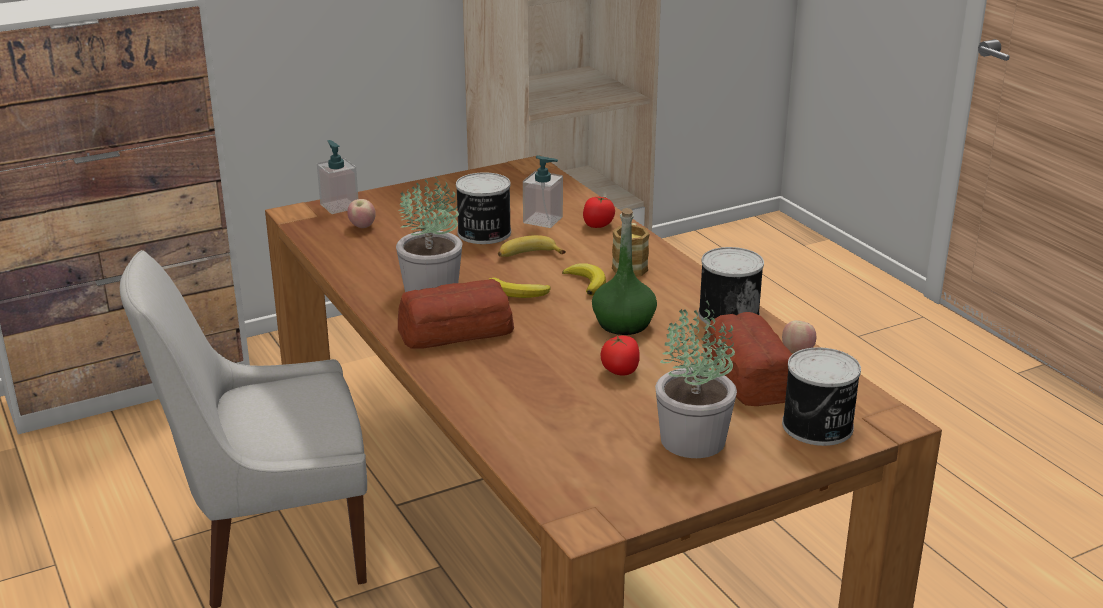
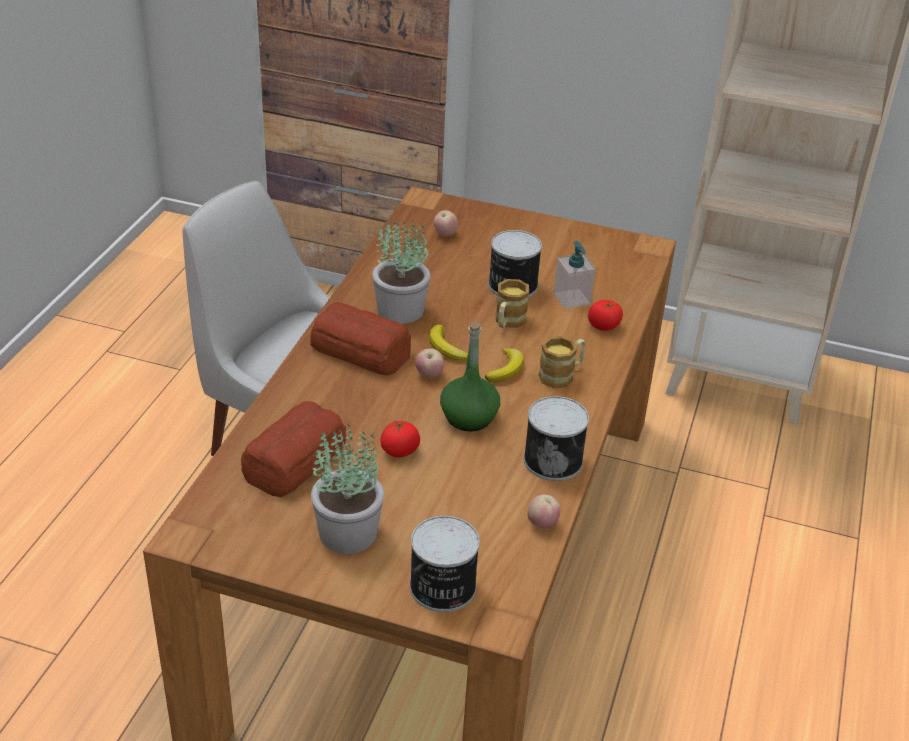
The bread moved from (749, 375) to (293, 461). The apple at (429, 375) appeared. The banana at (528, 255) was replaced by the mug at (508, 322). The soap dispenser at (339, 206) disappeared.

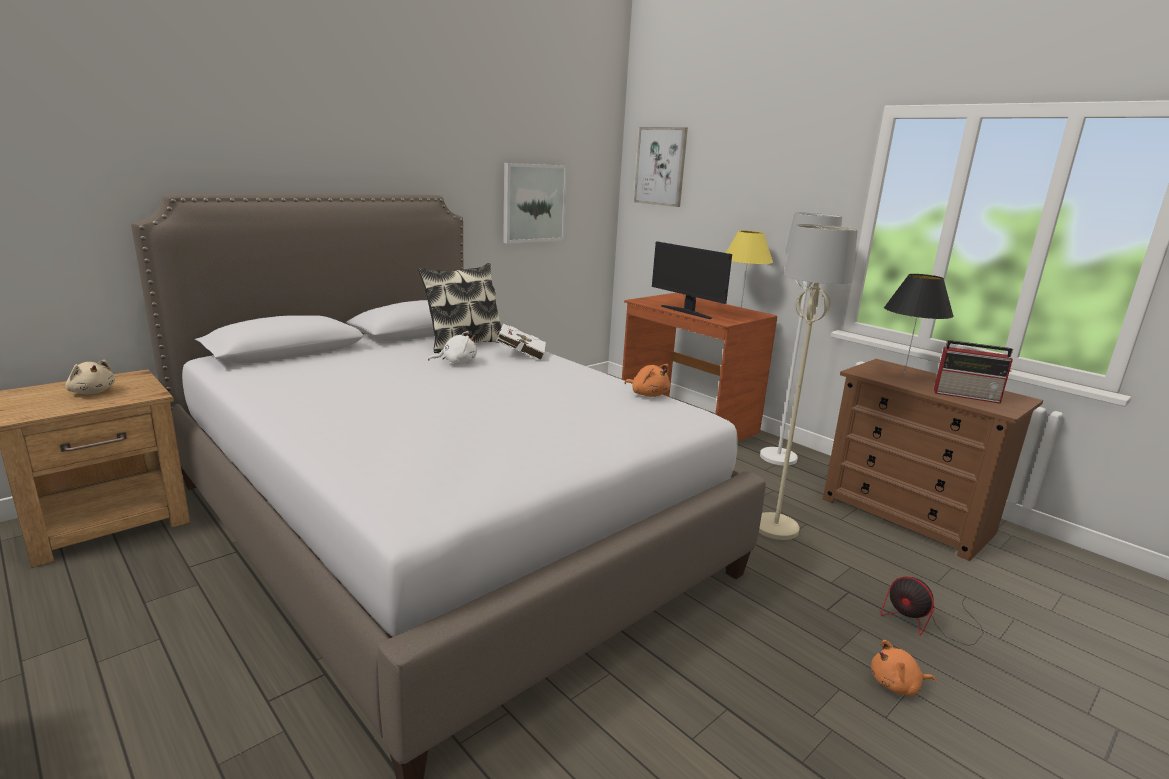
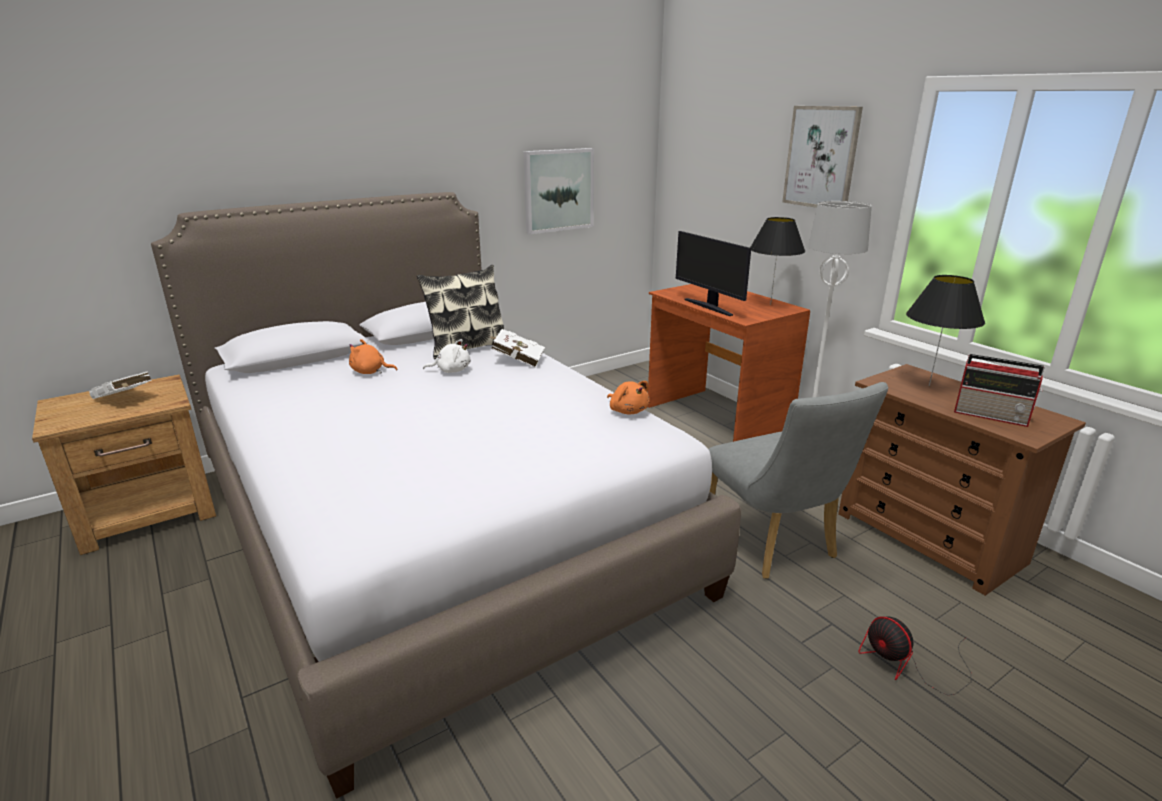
The beige plush toy at (92, 392) was replaced by the white book at (125, 400). The orange plush toy moved from (897, 685) to (370, 372). The beige floor lamp at (775, 528) was replaced by the grey chair at (775, 545). The yellow table lamp at (740, 311) became the black table lamp at (770, 304). The picture moved from (661, 166) to (821, 157).

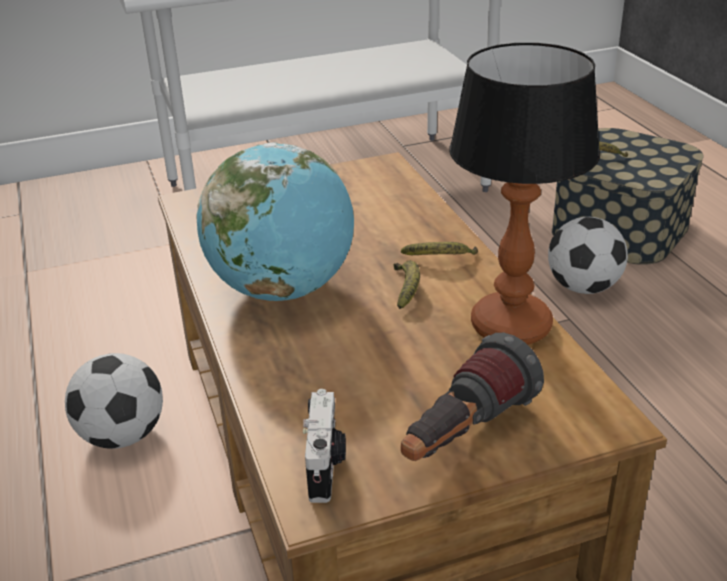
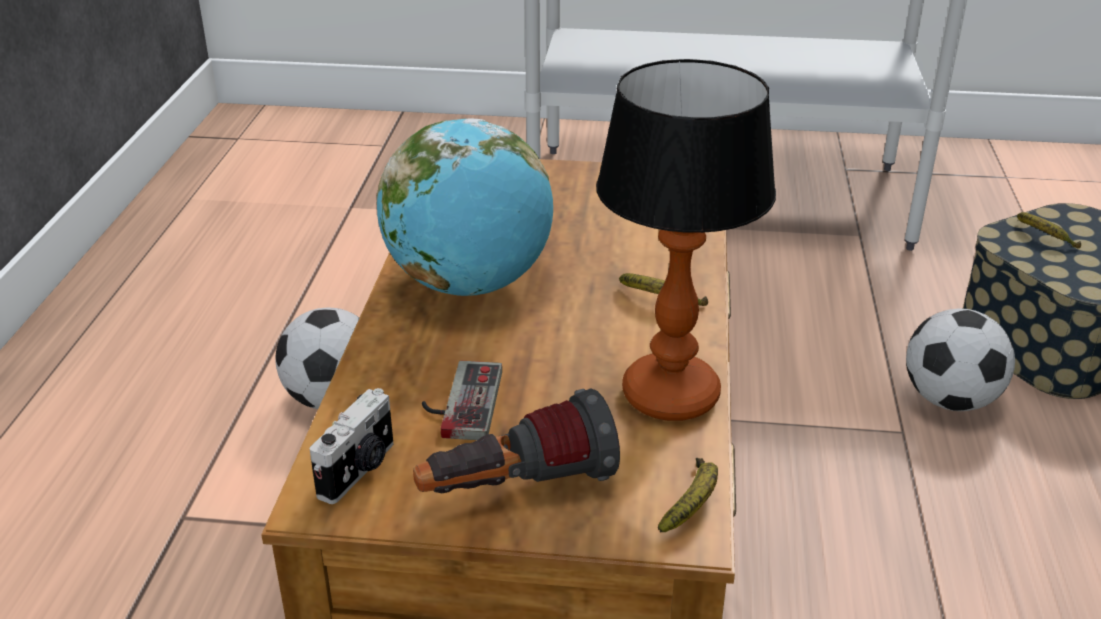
The game controller at (459, 402) appeared. The banana moved from (406, 289) to (692, 503).

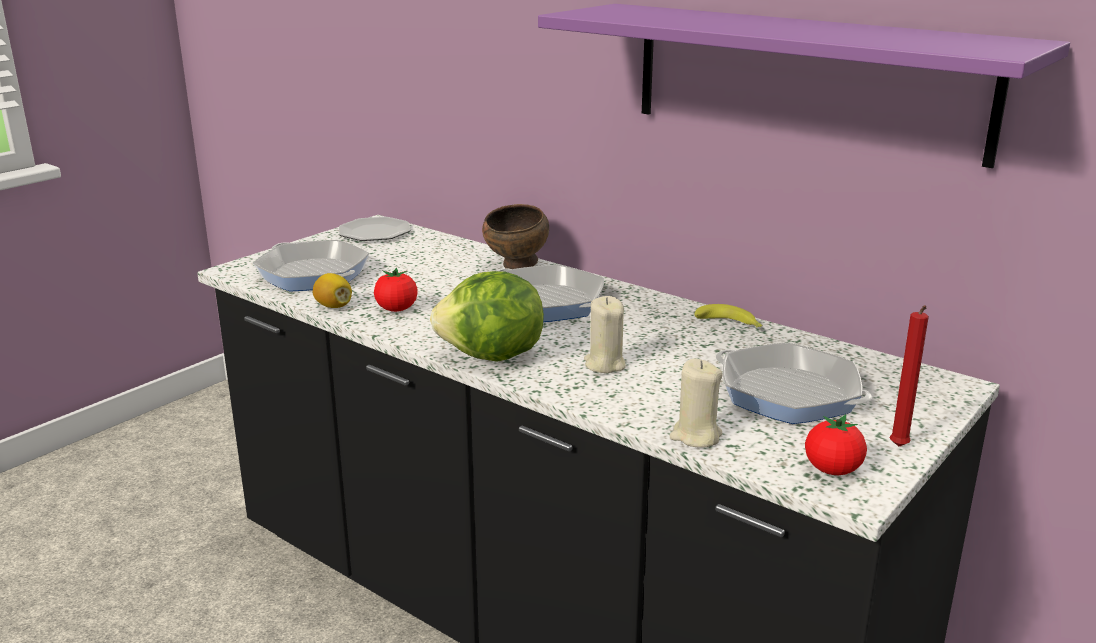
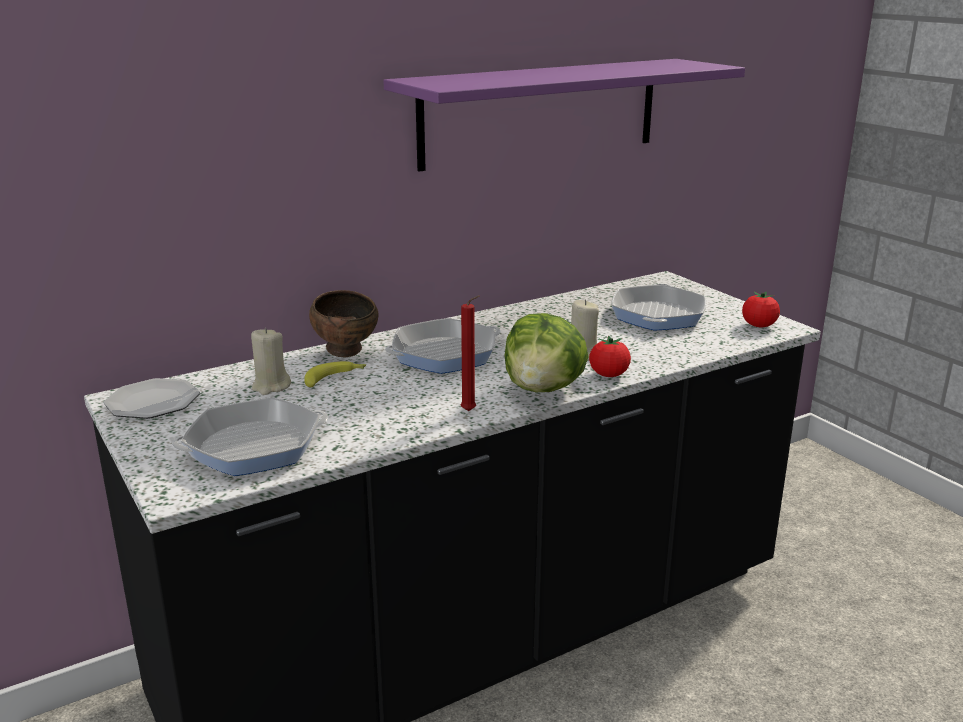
The beige candle moved from (695, 436) to (271, 386). The banana moved from (730, 324) to (335, 379). The red candle moved from (898, 448) to (470, 412). The tomato moved from (396, 309) to (608, 375). The frying pan at (788, 394) turned 45 degrees counterclockwise. The lemon at (334, 306) disappeared.

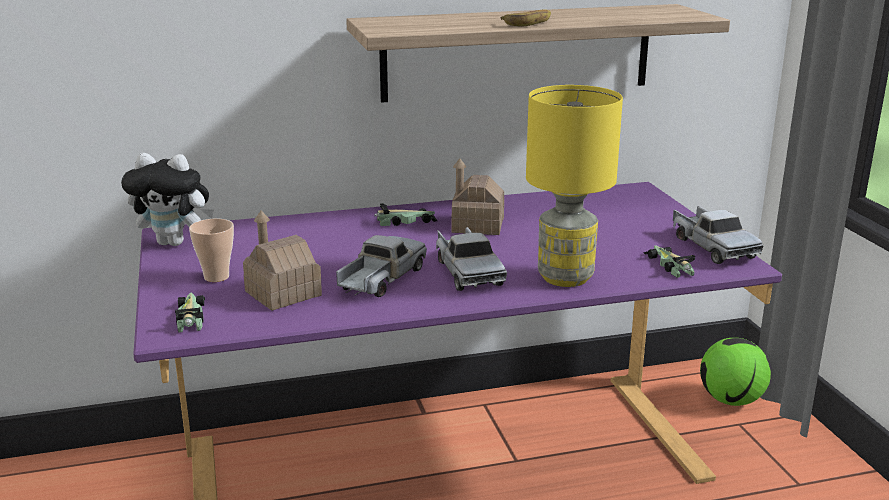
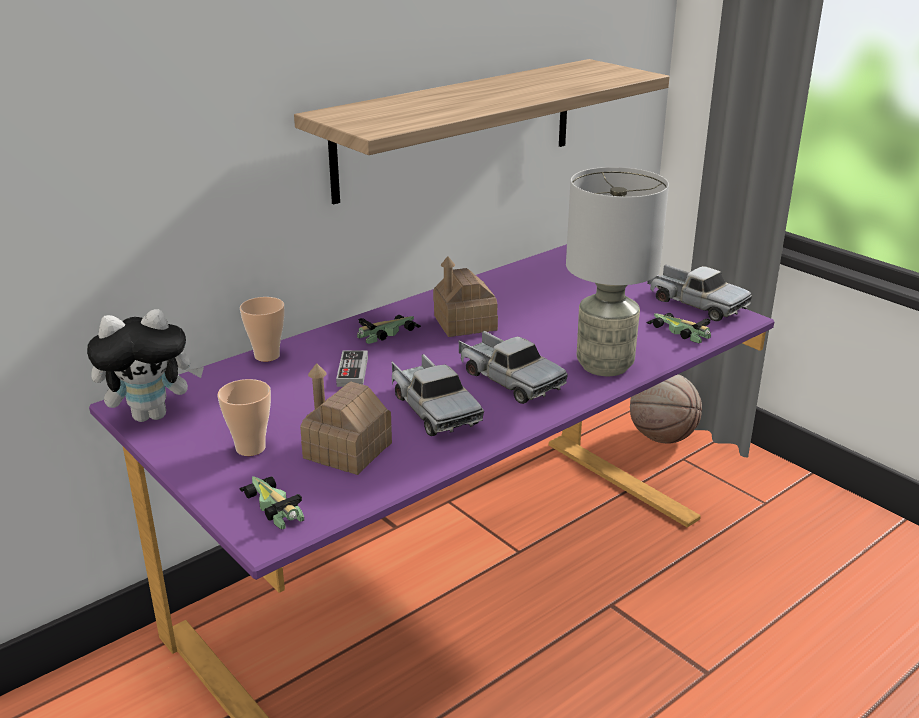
The cup at (267, 356) appeared. The game controller at (352, 372) appeared. The toy truck at (381, 279) turned 150 degrees clockwise. The yellow table lamp at (566, 277) became the grey table lamp at (605, 365). The football at (731, 400) was replaced by the basketball at (662, 437). The banana at (529, 23) disappeared.

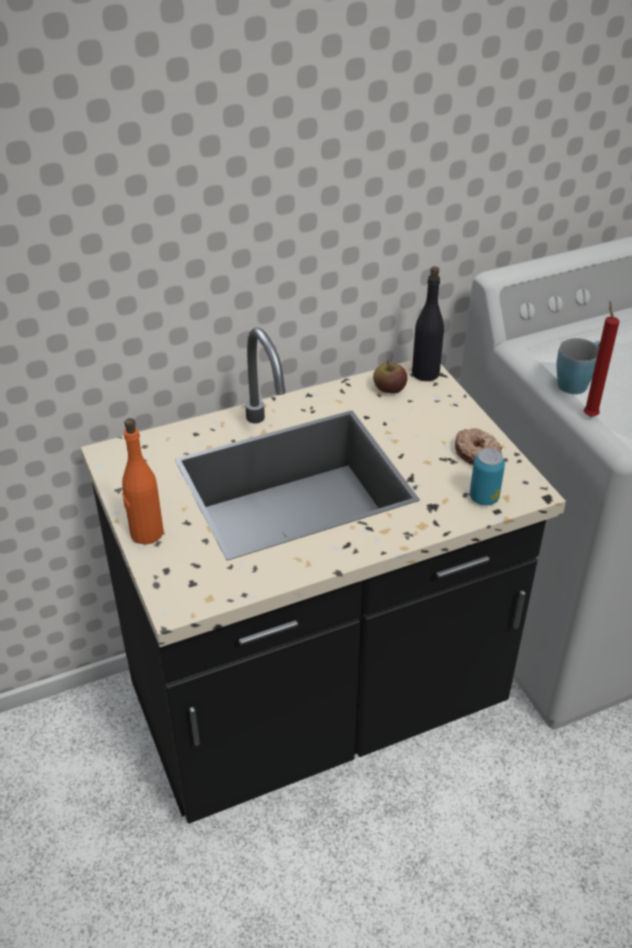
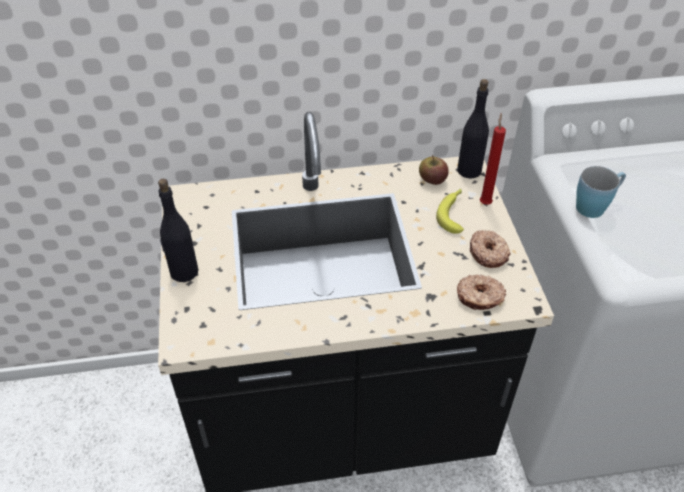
The orange bottle at (146, 533) became the black bottle at (183, 272). The banana at (453, 213) appeared. The can at (484, 498) was replaced by the donut at (479, 297). The red candle moved from (589, 414) to (485, 202).

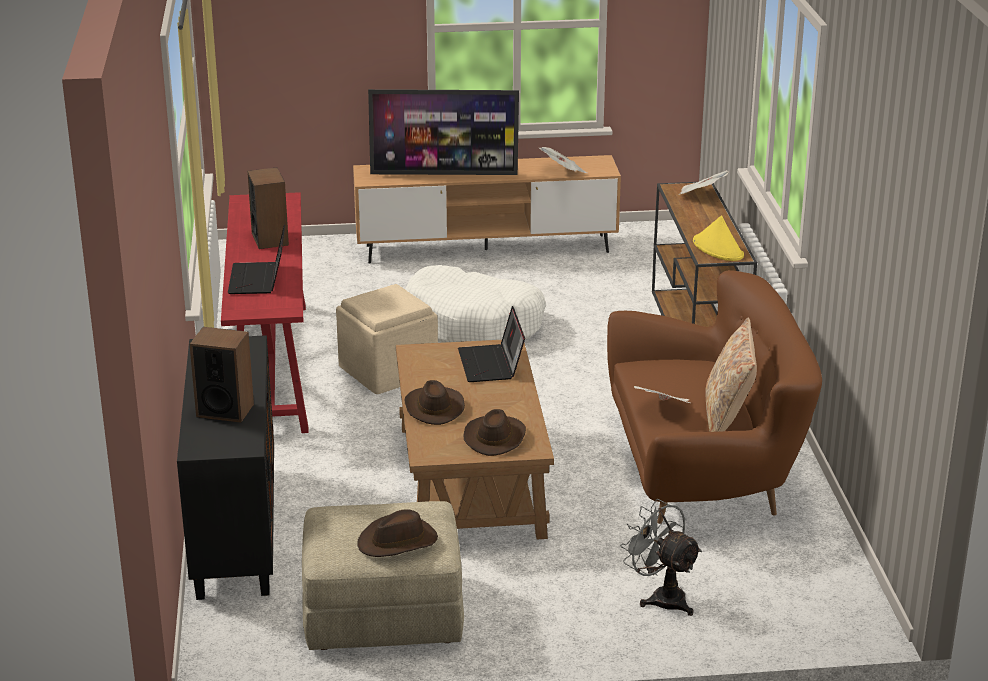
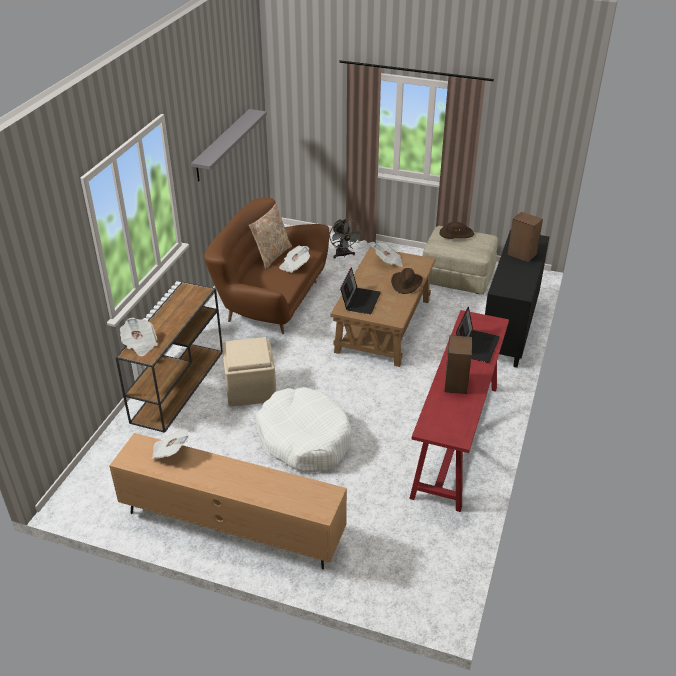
The grey shelf at (222, 145) appeared. The beige ottoman moved from (389, 371) to (250, 389). The brown hat at (495, 437) was replaced by the newspaper at (388, 261). The television at (444, 174) disappeared. The yellow hat at (718, 249) disappeared.

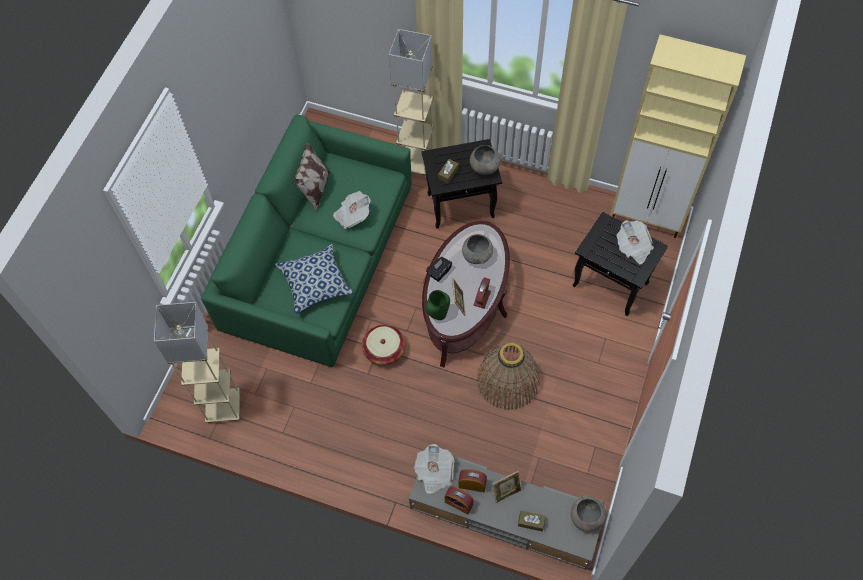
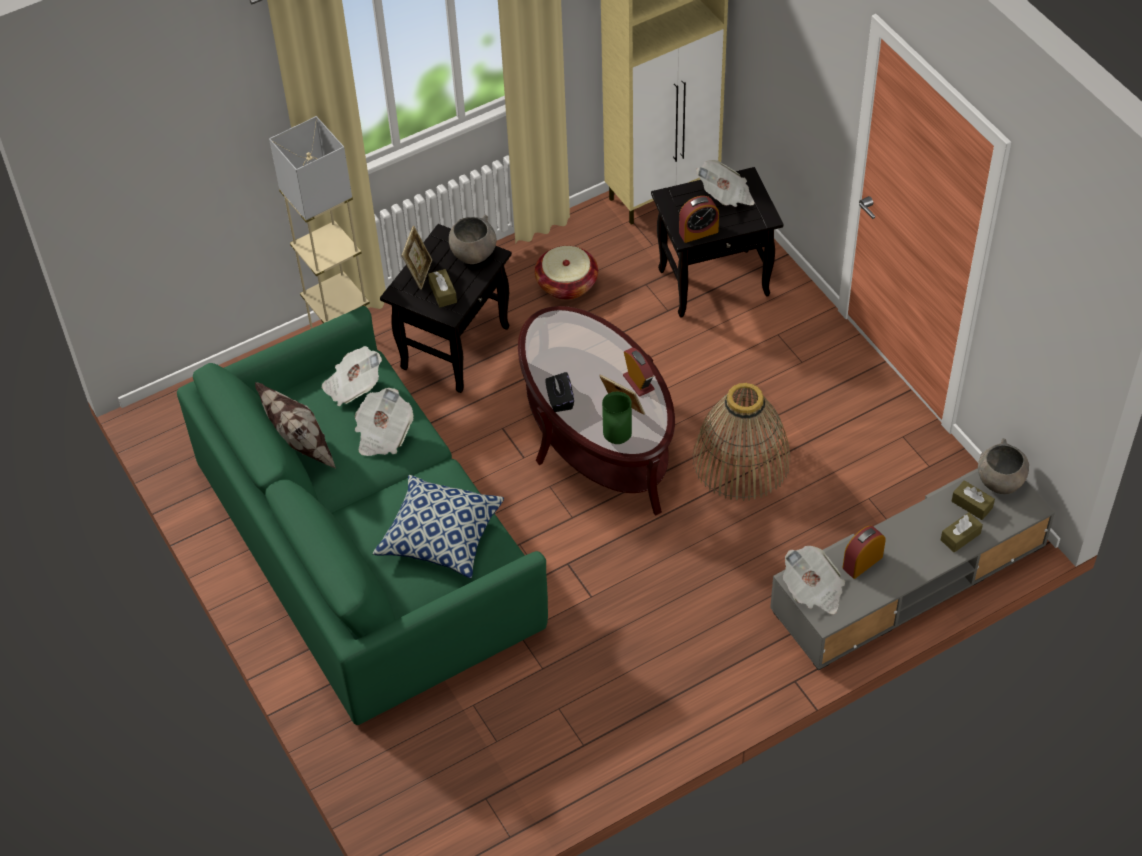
The newspaper at (353, 386) appeared. The picture frame moved from (506, 492) to (419, 273). The basket moved from (384, 350) to (567, 284). The alarm clock moved from (458, 503) to (698, 232). The brown tissue box at (972, 504) appeared. The beige floor lamp at (223, 407) disappeared. The grey bowl at (477, 256) disappeared.

